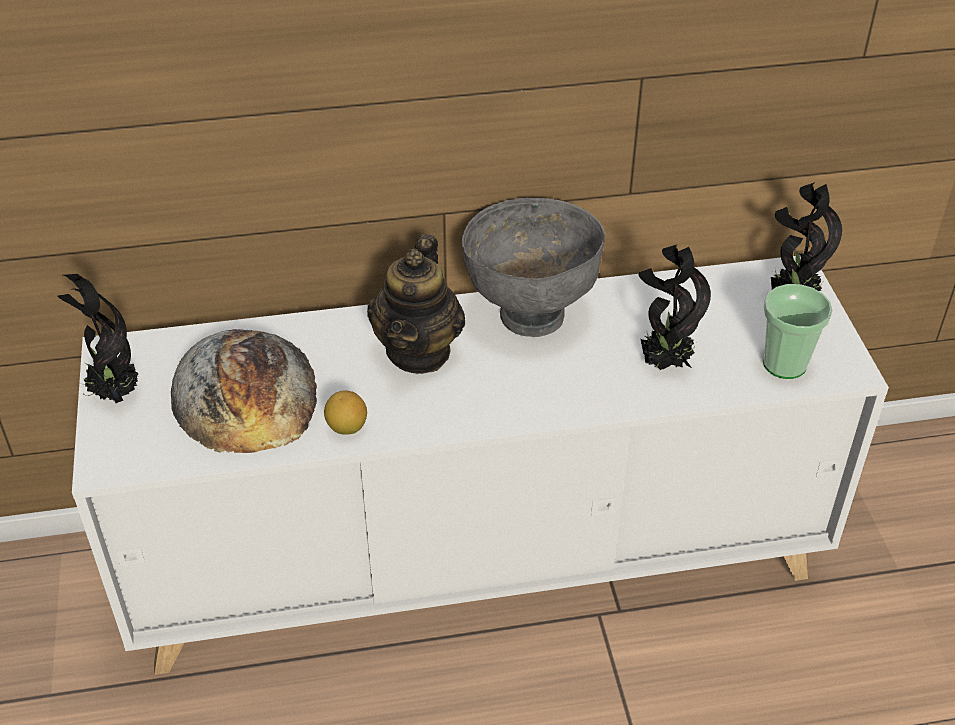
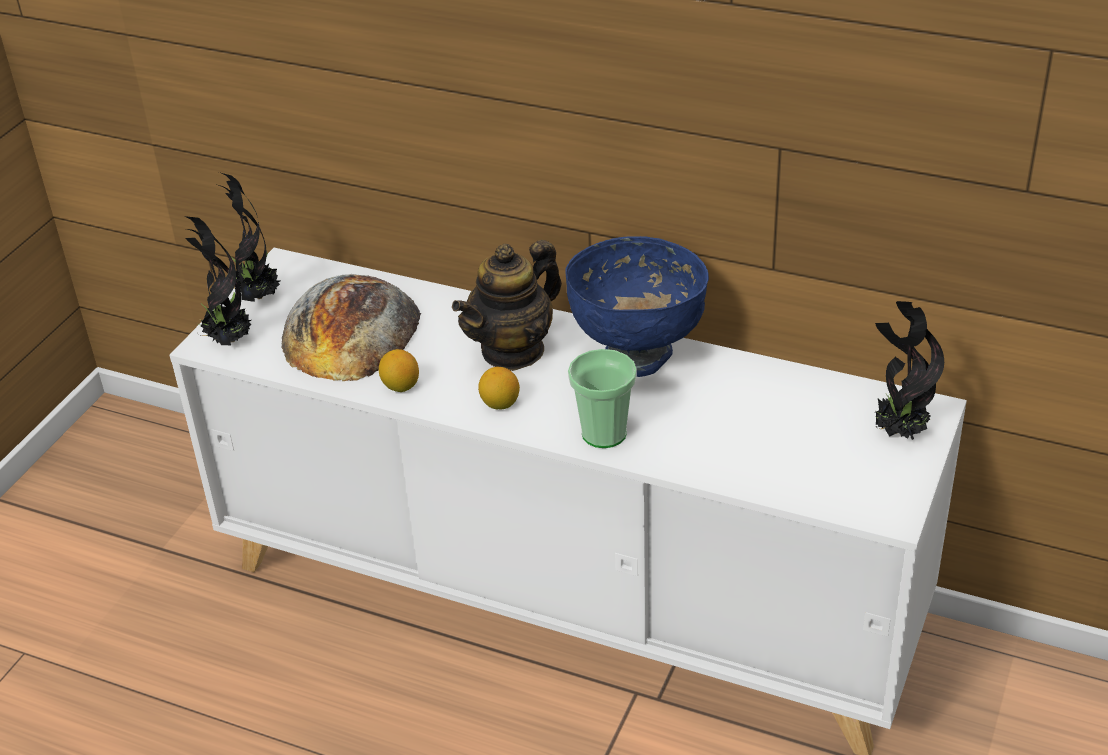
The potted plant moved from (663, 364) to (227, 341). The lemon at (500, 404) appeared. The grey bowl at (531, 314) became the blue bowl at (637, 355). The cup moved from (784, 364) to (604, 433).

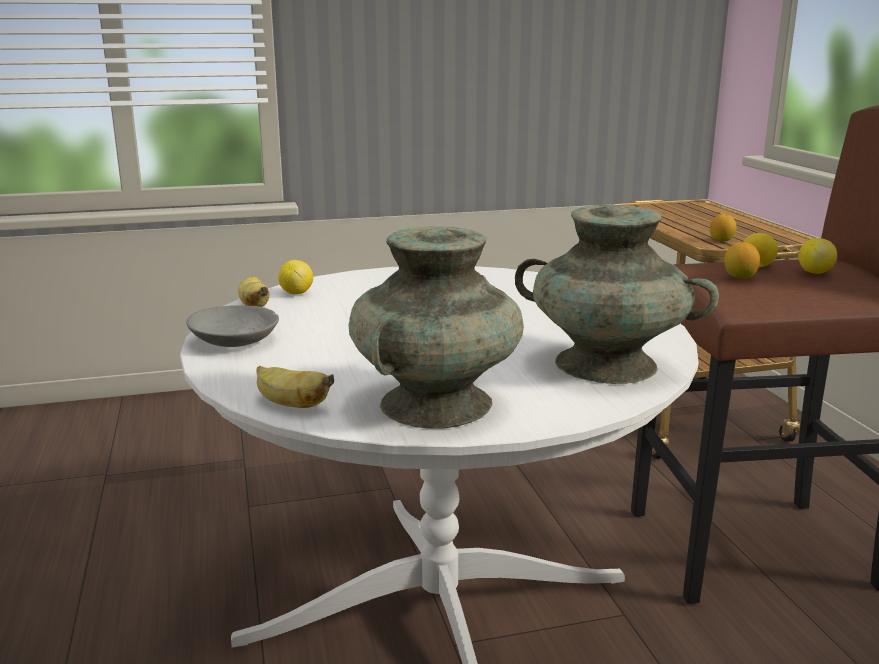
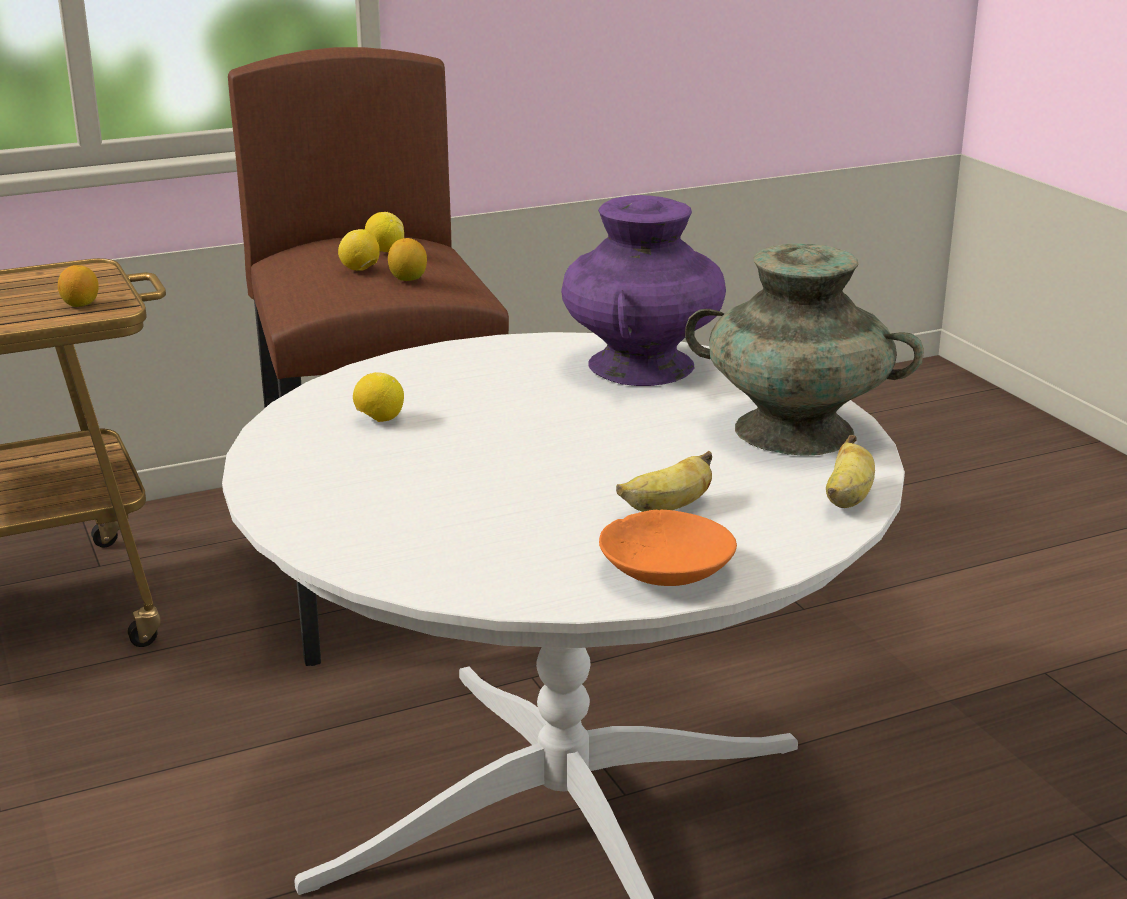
The lemon moved from (296, 293) to (379, 420). The turquoise vase at (607, 365) became the purple vase at (641, 365). The grey bowl at (236, 341) became the orange bowl at (666, 570). The banana moved from (254, 306) to (667, 508).

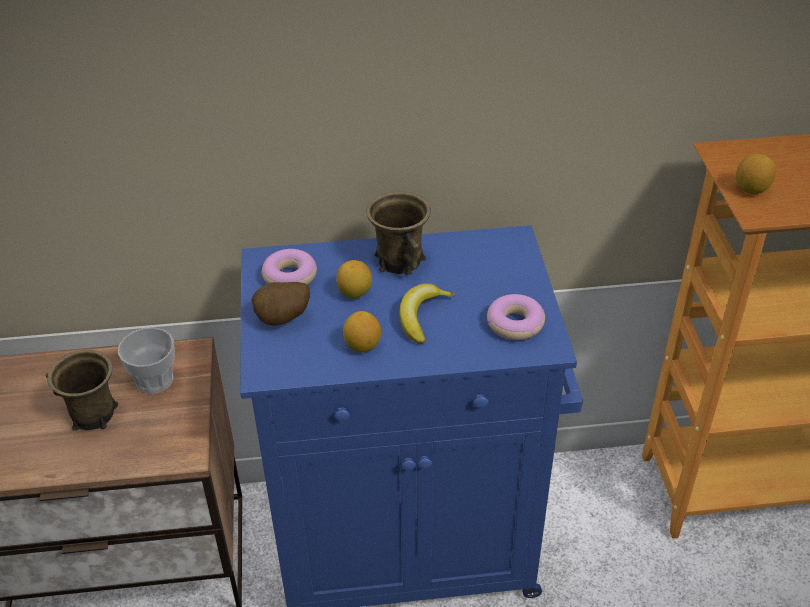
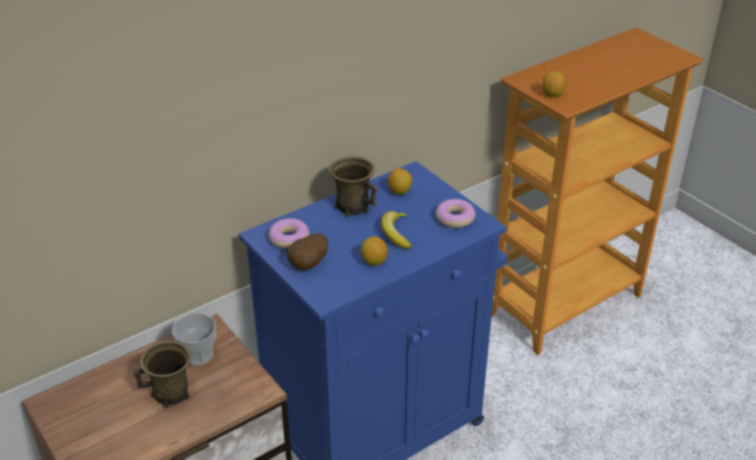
The lemon moved from (355, 293) to (399, 191).

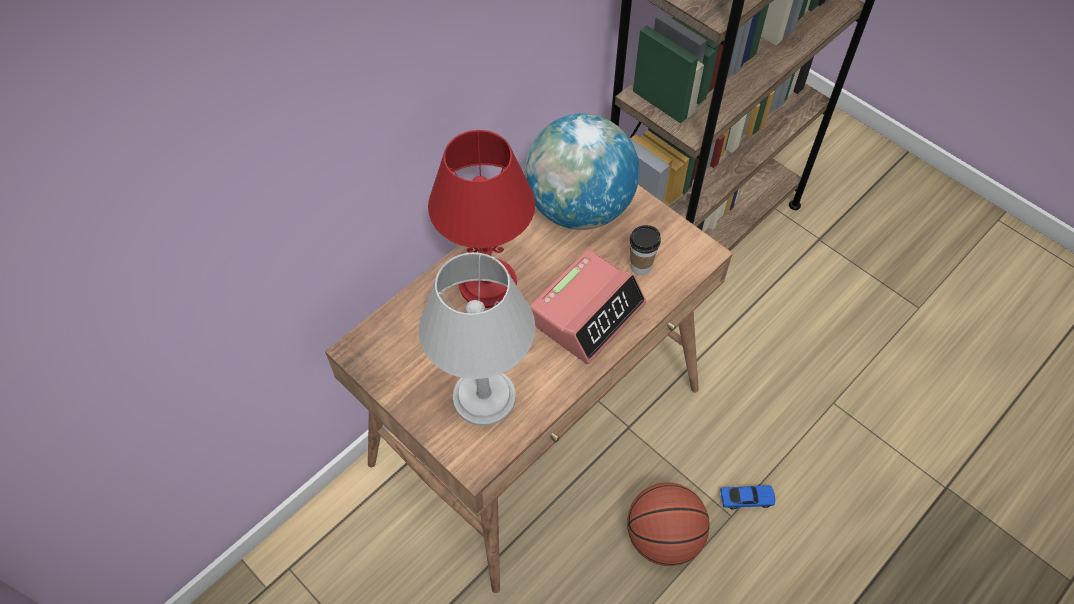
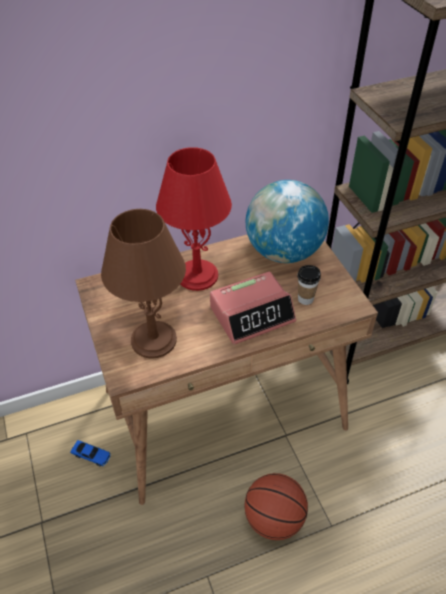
The toy car moved from (746, 499) to (91, 455). The grey table lamp at (485, 396) became the brown table lamp at (154, 340).

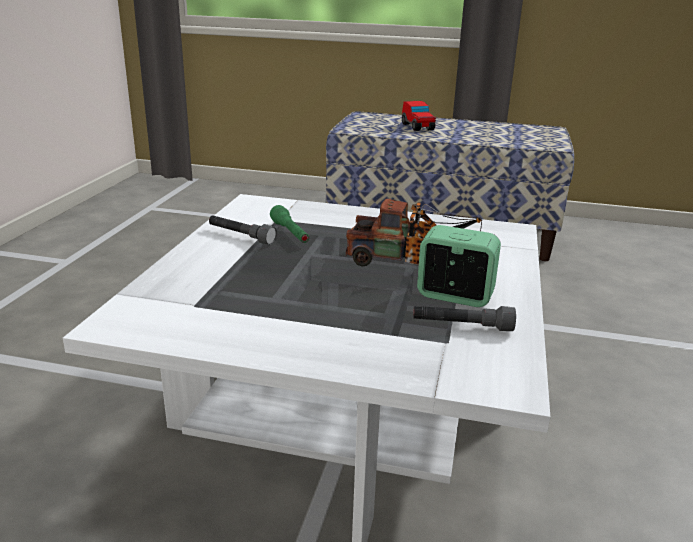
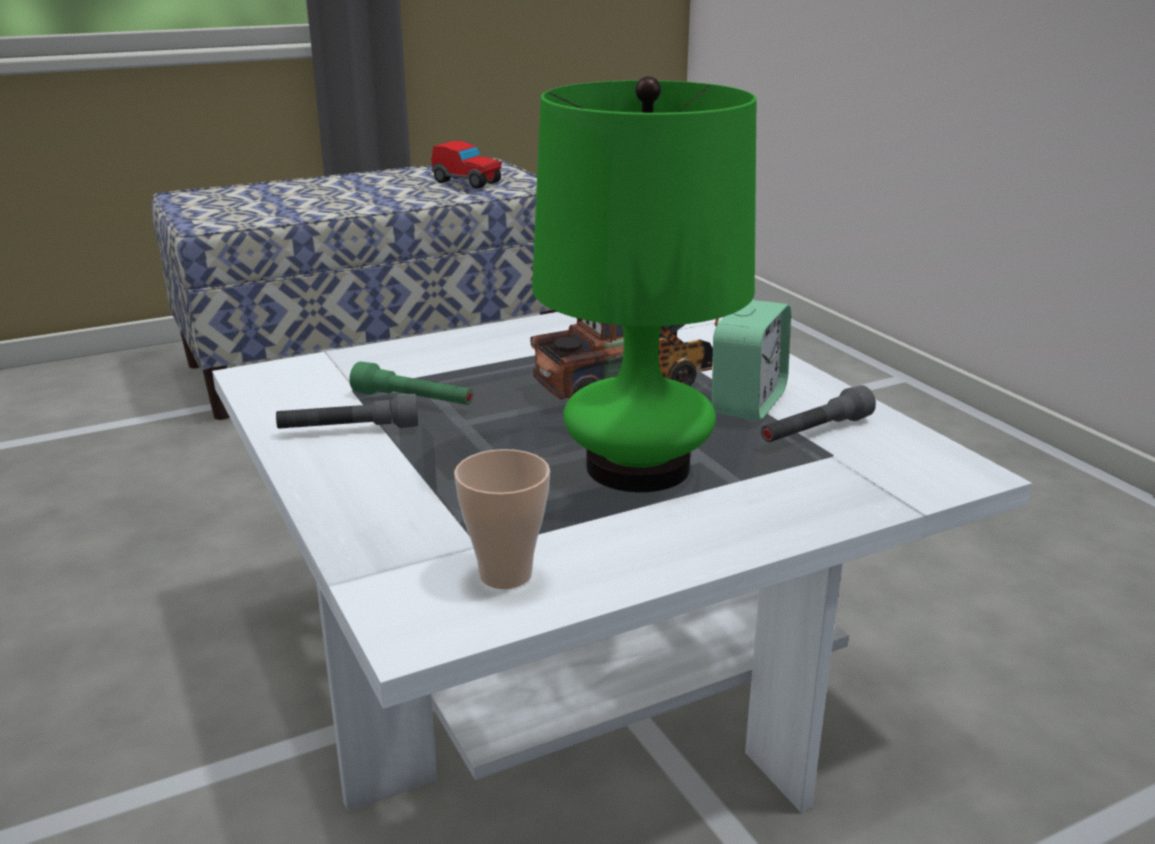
The toy car moved from (417, 127) to (467, 182). The cup at (505, 574) appeared. The green table lamp at (637, 467) appeared. The alarm clock at (454, 296) turned 135 degrees clockwise.

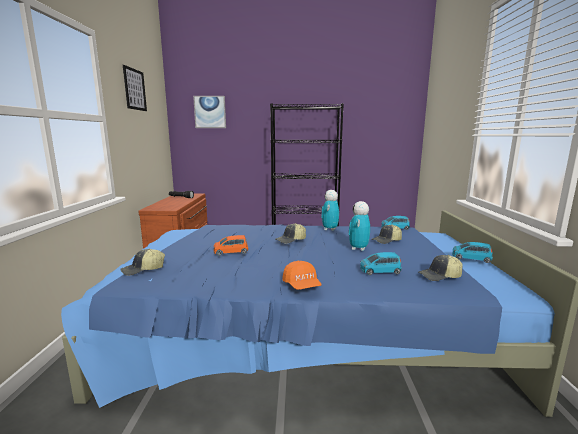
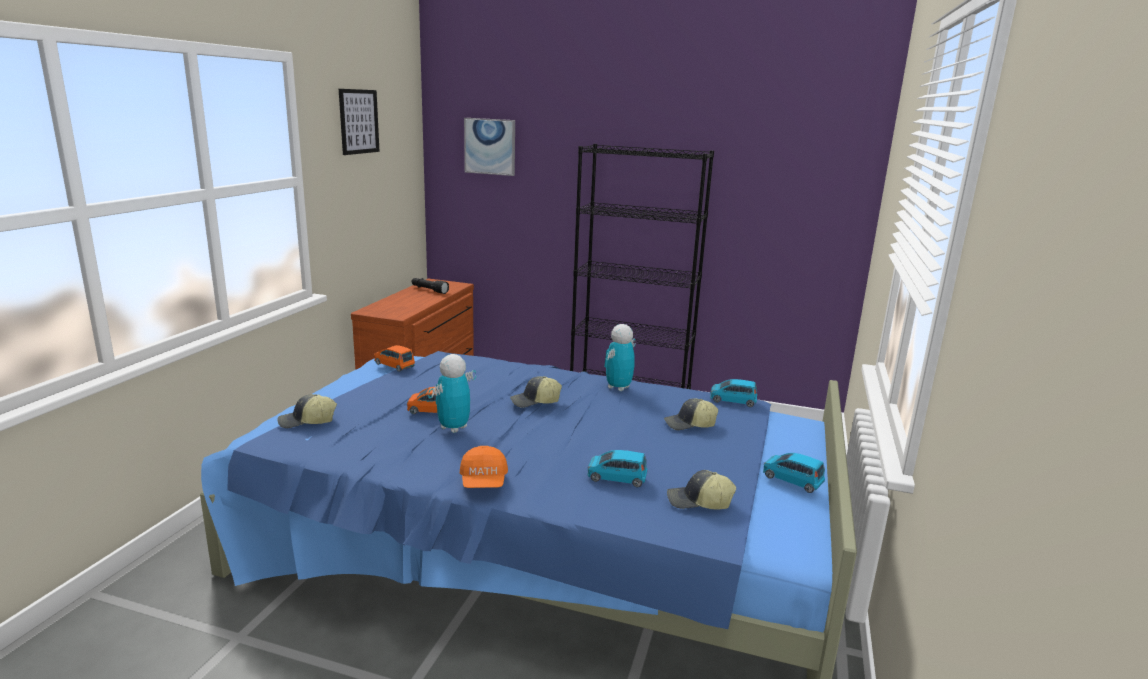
The orange toy car at (394, 365) appeared. The toy robot moved from (358, 248) to (453, 428).

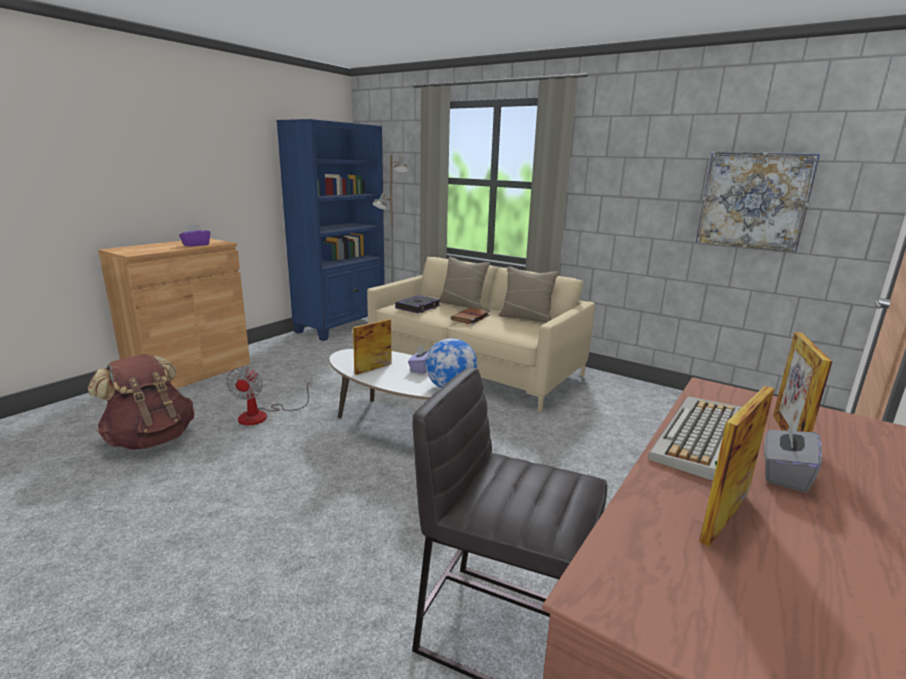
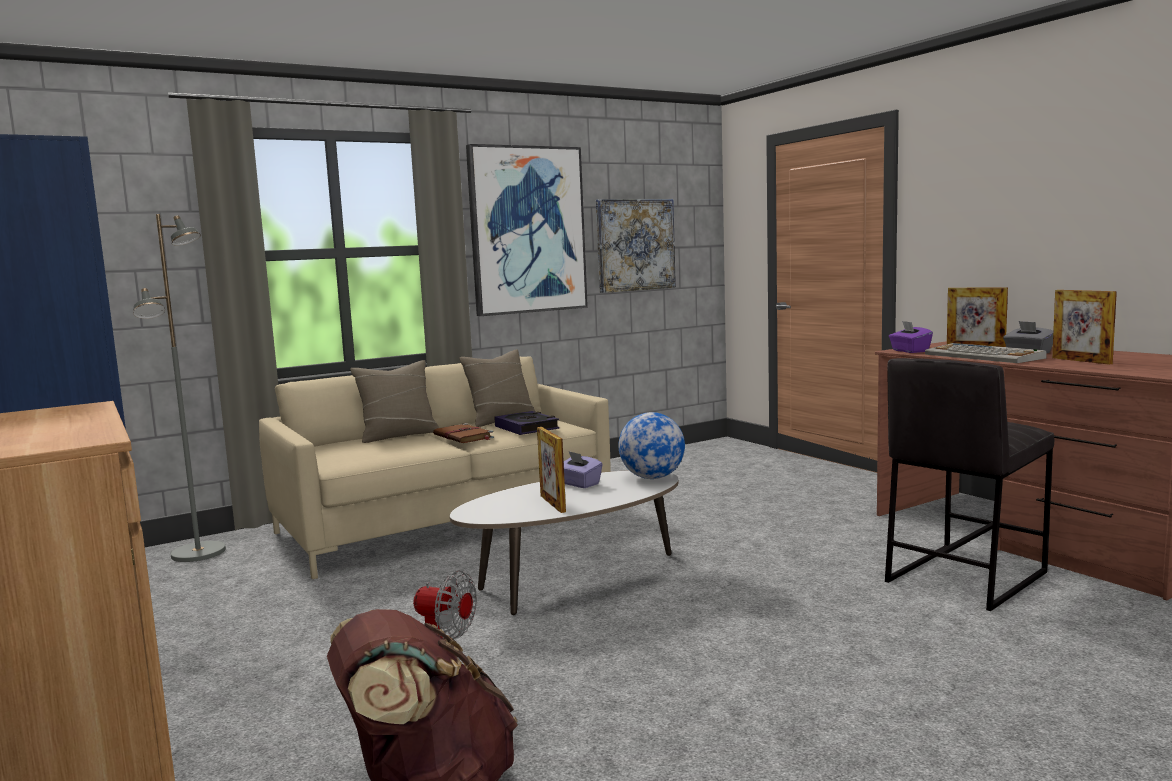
The picture at (527, 230) appeared. The book moved from (418, 307) to (527, 428). The purple tissue box moved from (196, 245) to (909, 351).

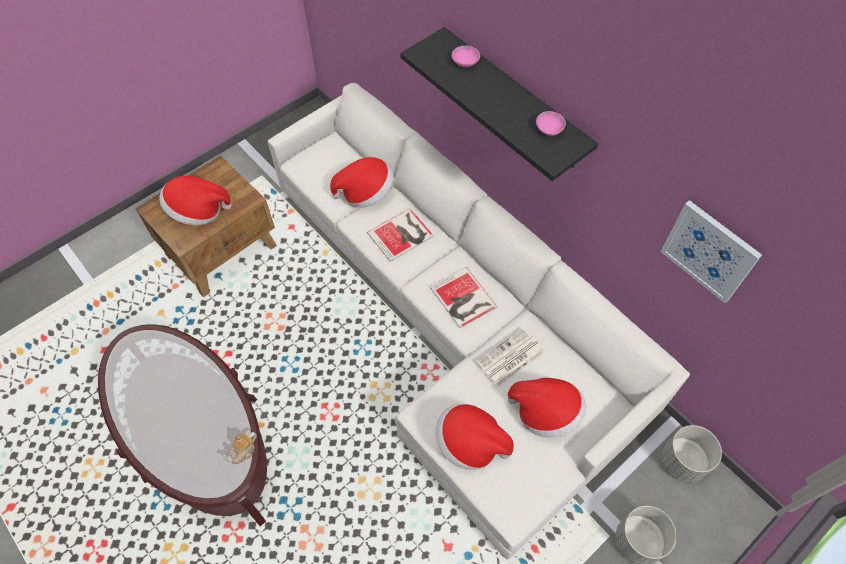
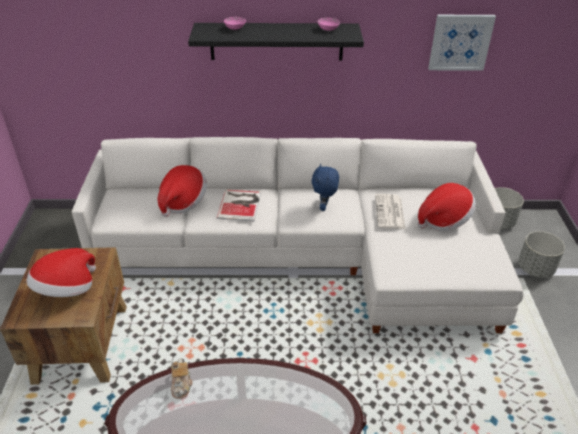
The teapot moved from (243, 451) to (181, 385). The book at (463, 299) was replaced by the blue plush toy at (324, 207). The hat at (470, 443) disappeared.

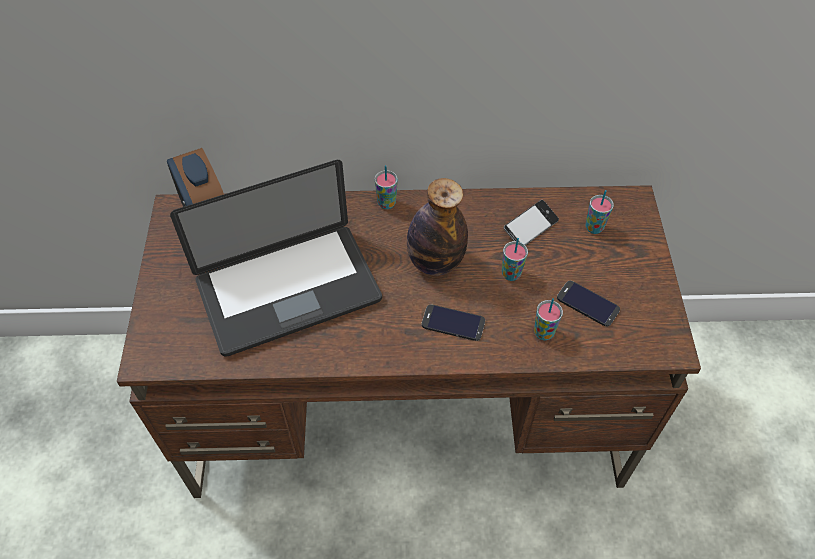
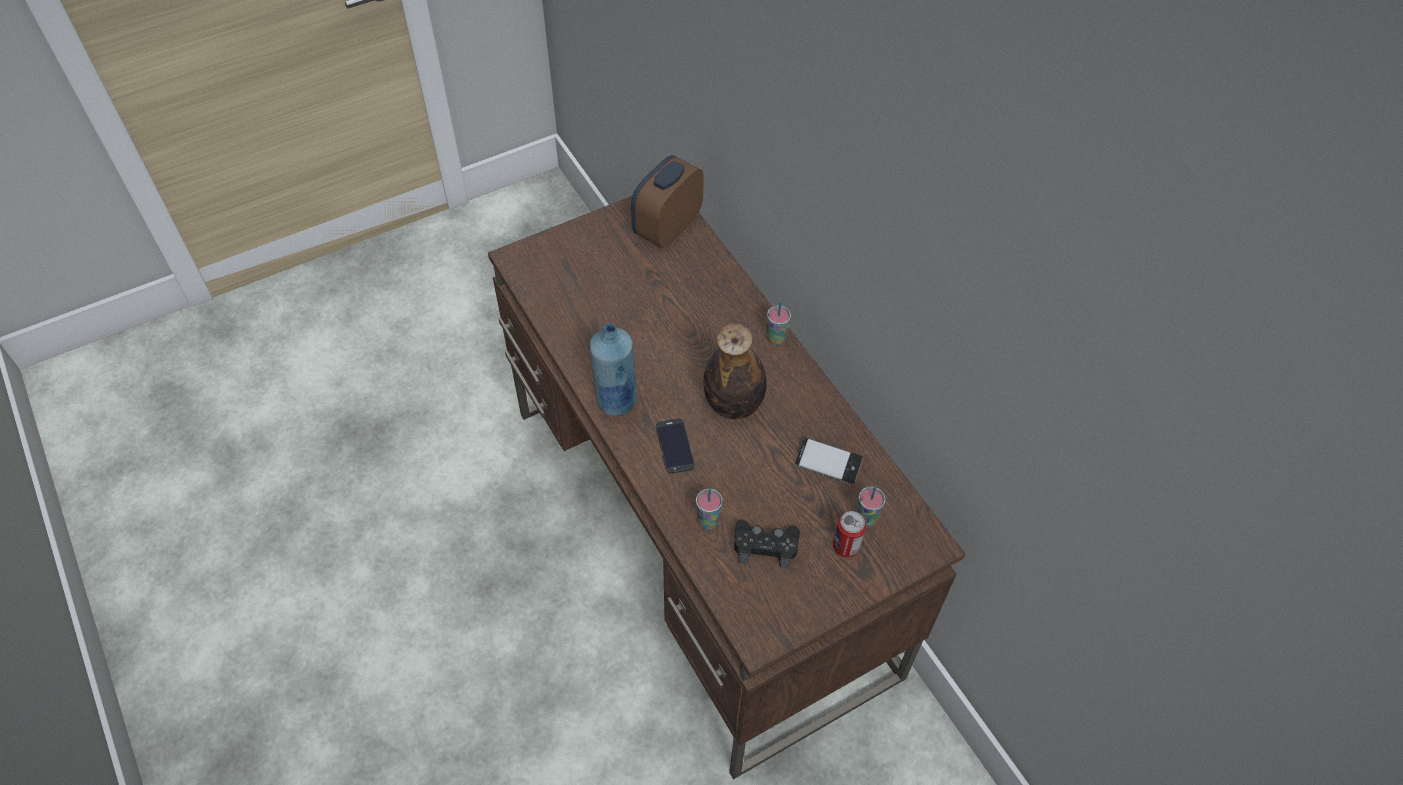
The blue bottle at (615, 401) appeared. The phone at (587, 303) was replaced by the black game controller at (765, 546). The can at (846, 546) appeared. The laptop at (288, 290) disappeared. The cup at (511, 274) disappeared.

